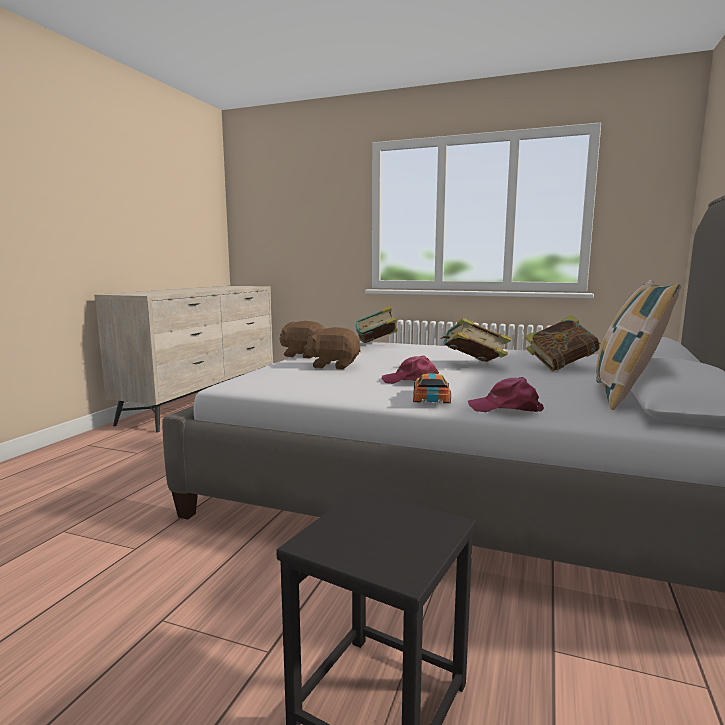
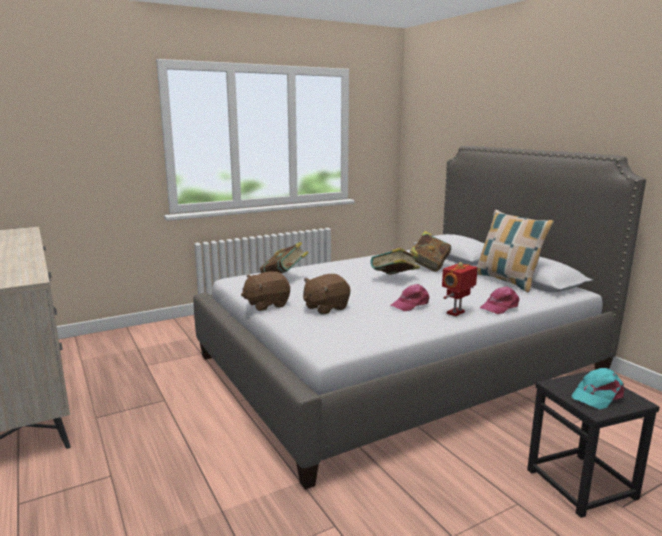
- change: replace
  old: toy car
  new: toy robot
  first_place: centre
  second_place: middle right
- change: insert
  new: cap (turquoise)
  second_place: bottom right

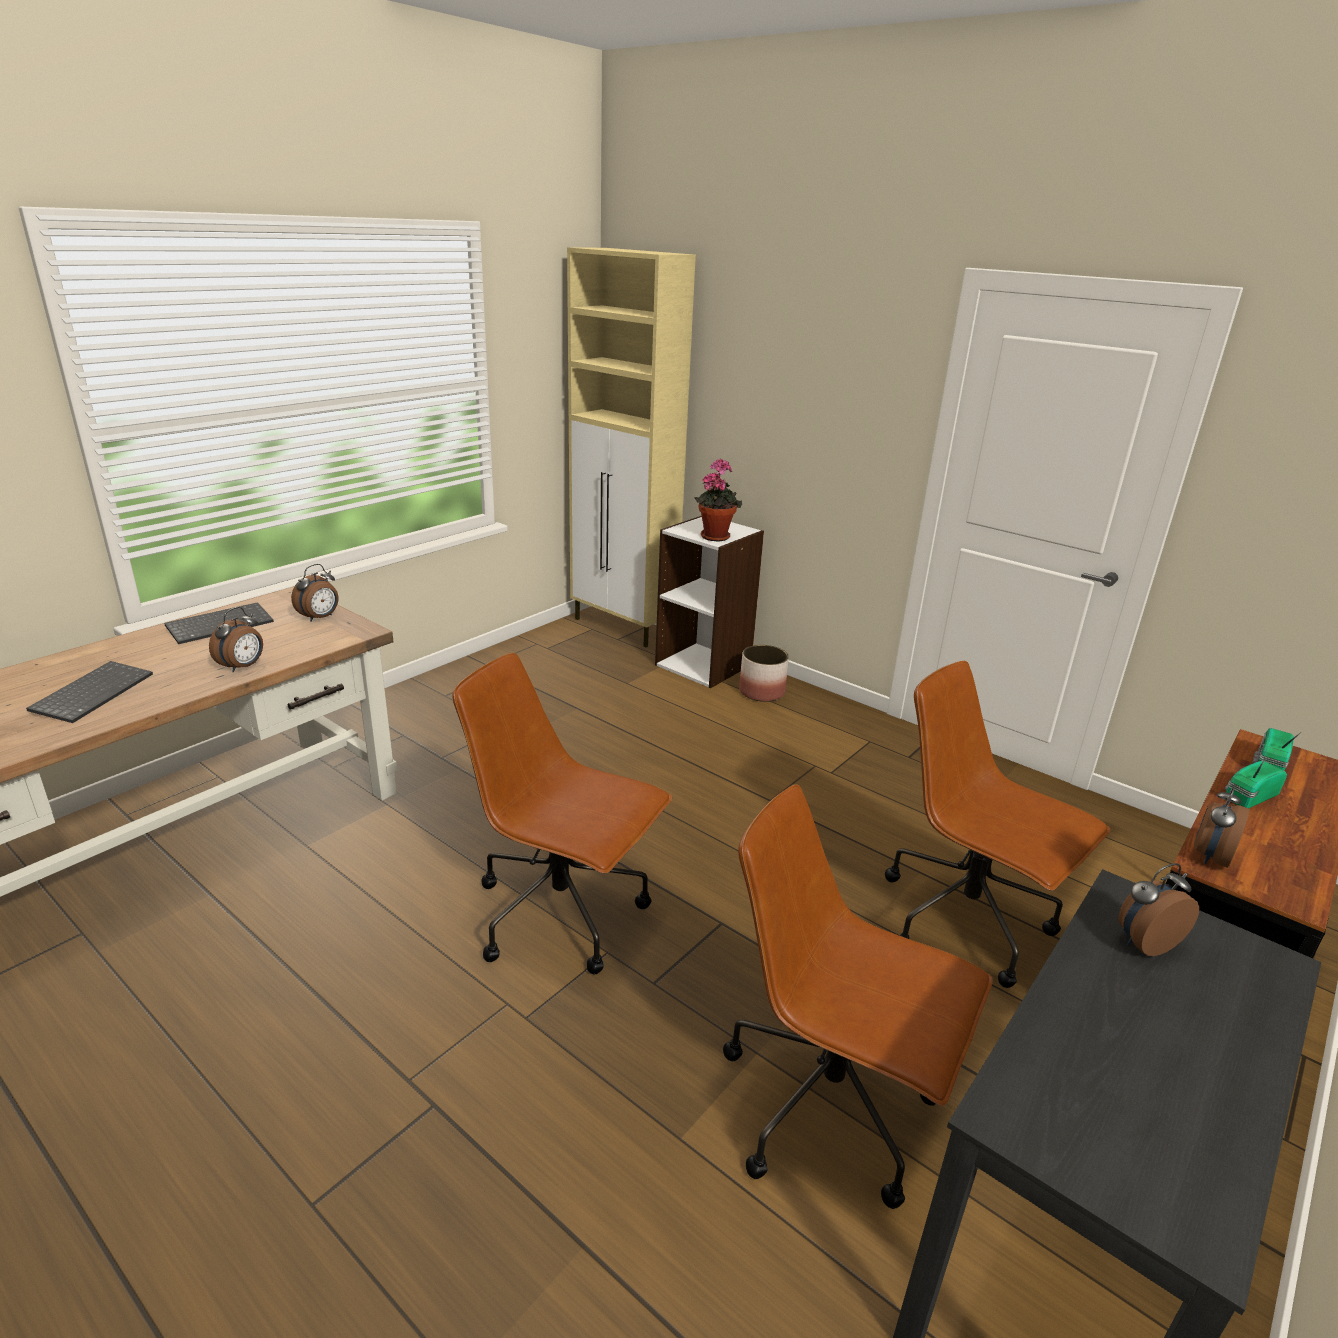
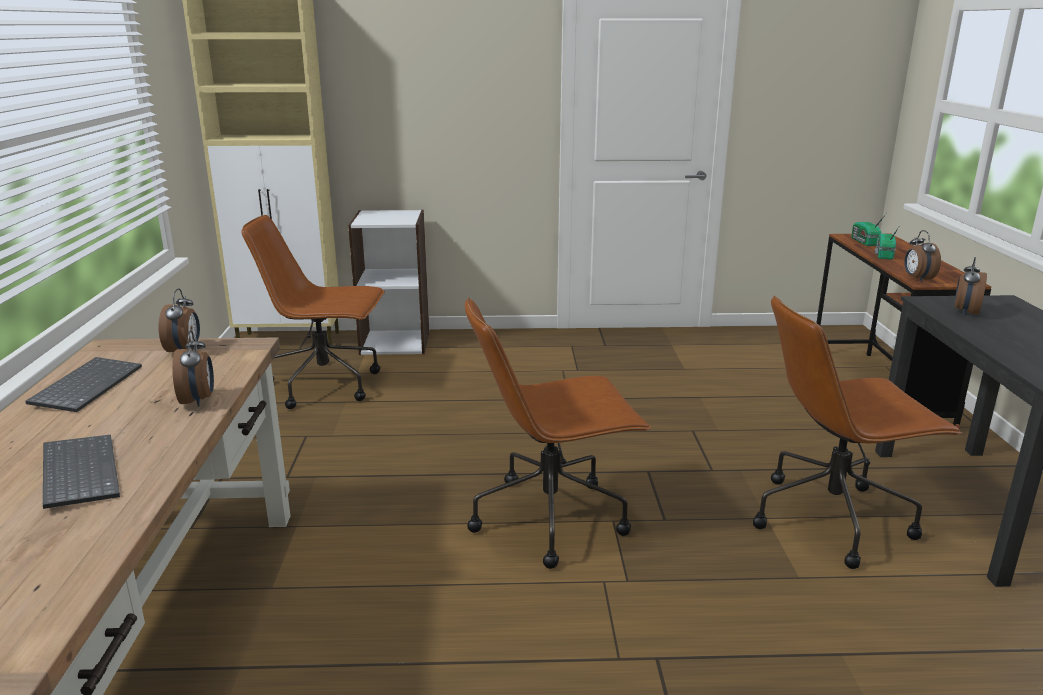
- change: move
  old: office chair (brown) (3rd from left in the first image)
  new: office chair (brown) (1st from left)
  first_place: middle right
  second_place: middle left
- change: delete
  old: potted plant
  first_place: centre
- change: delete
  old: planter
  first_place: centre

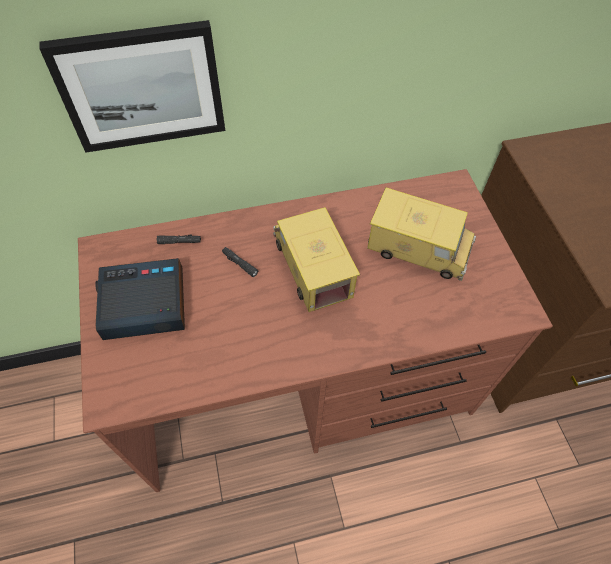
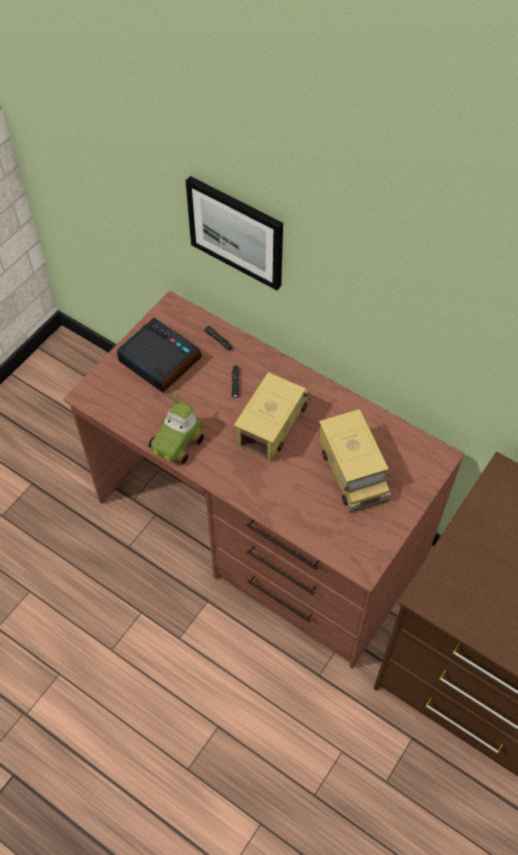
- change: insert
  new: toy car
  second_place: centre

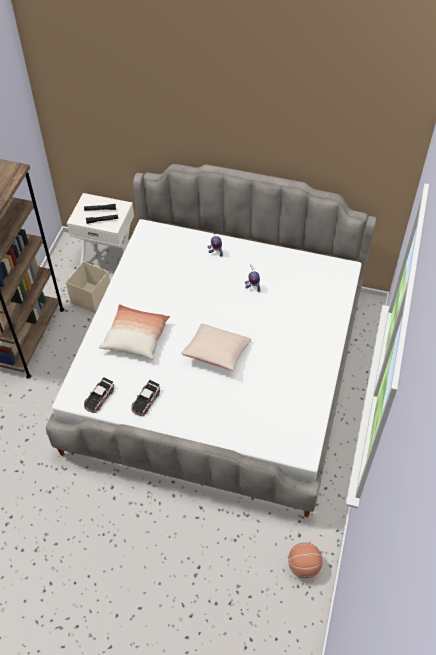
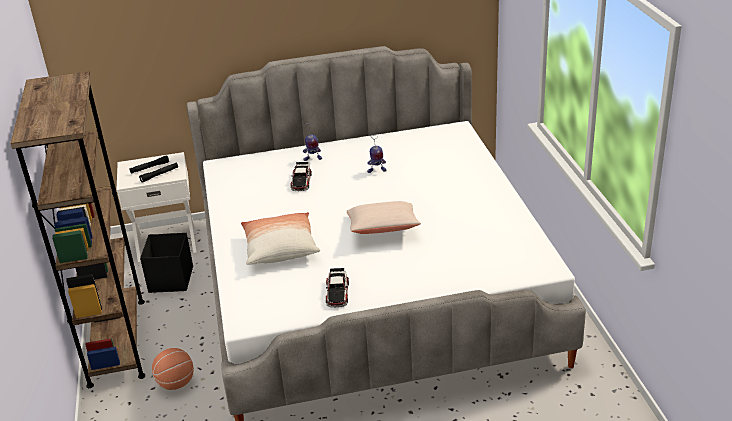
- change: recolor
  old: storage box (beige)
  new: storage box (black)
  first_place: middle left
  second_place: middle left
- change: move
  old: basketball
  first_place: bottom right
  second_place: bottom left
- change: move
  old: toy car (1st from left)
  first_place: middle left
  second_place: centre

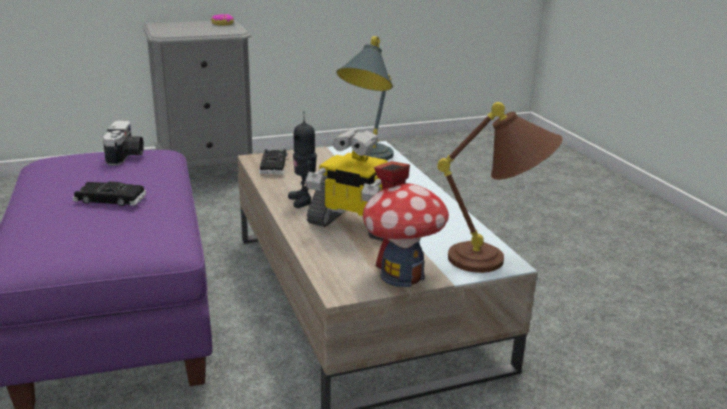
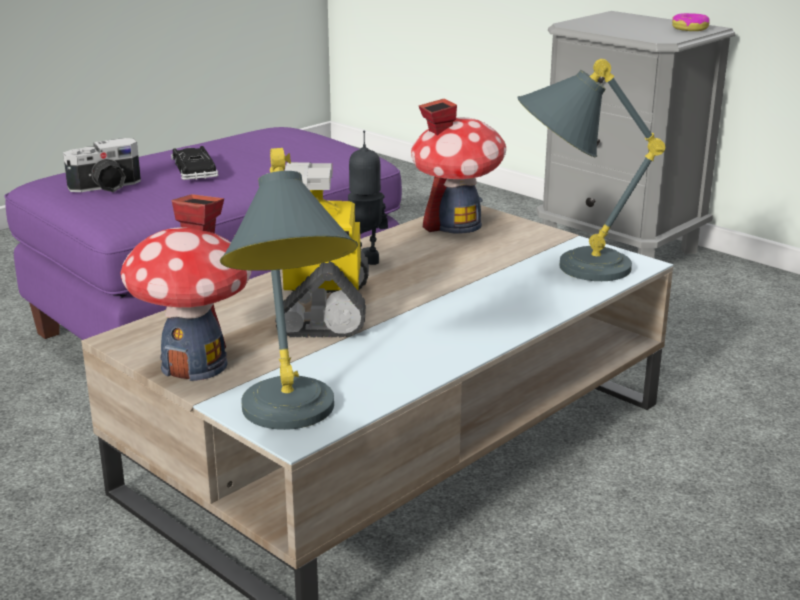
- change: move
  old: photo camera
  first_place: middle left
  second_place: top left
- change: recolor
  old: table lamp (brown)
  new: table lamp (grey) (1st from left)
  first_place: middle right
  second_place: centre
- change: replace
  old: toy car (black) (2nd from left)
  new: toy house (2nd from left)
  first_place: centre
  second_place: top centre

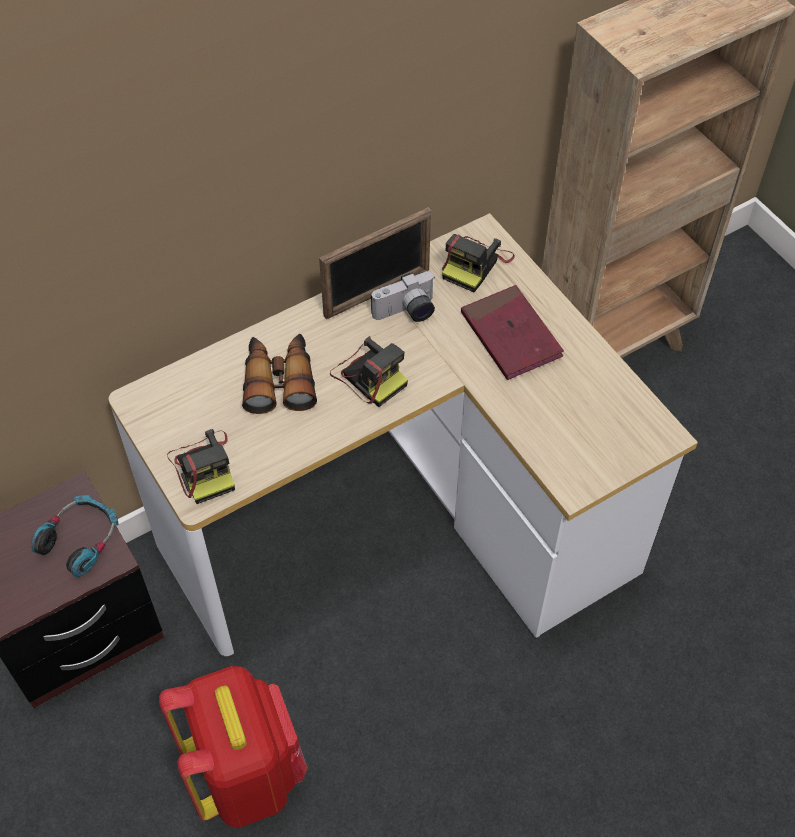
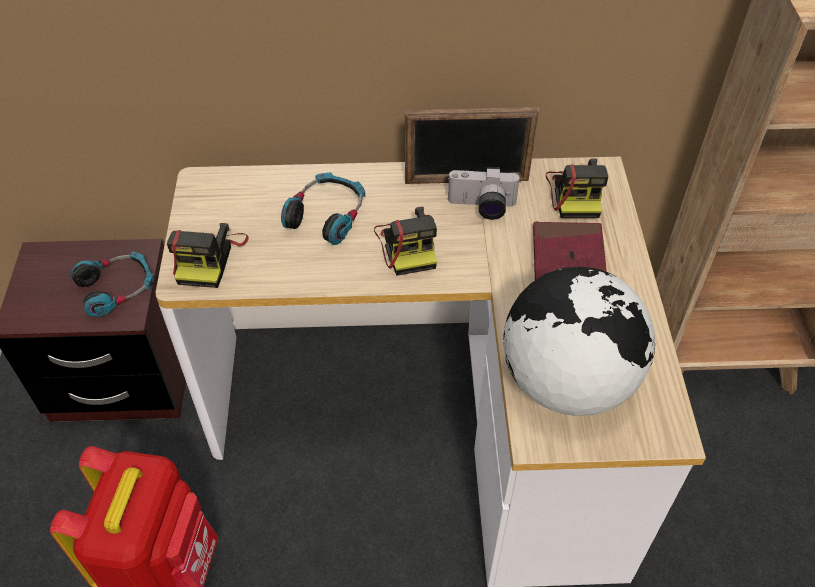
- change: replace
  old: binoculars
  new: headphones (2nd from left)
  first_place: centre
  second_place: centre
- change: insert
  new: globe
  second_place: middle right
- change: rotate
  old: photo camera (4th from left)
  first_place: top centre
  second_place: top right
  degrees: -60

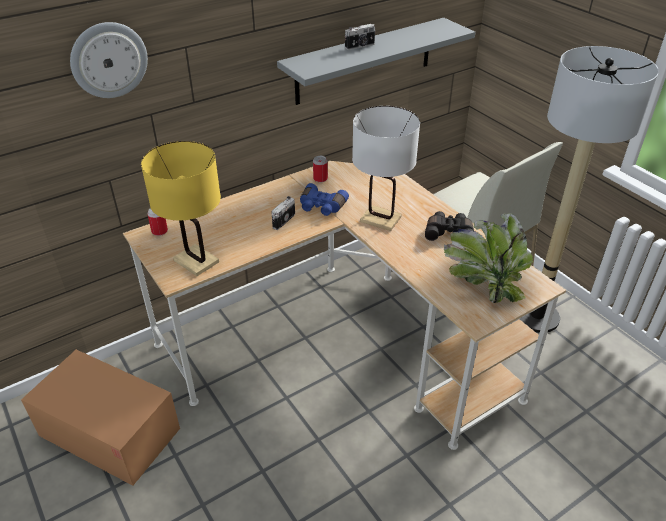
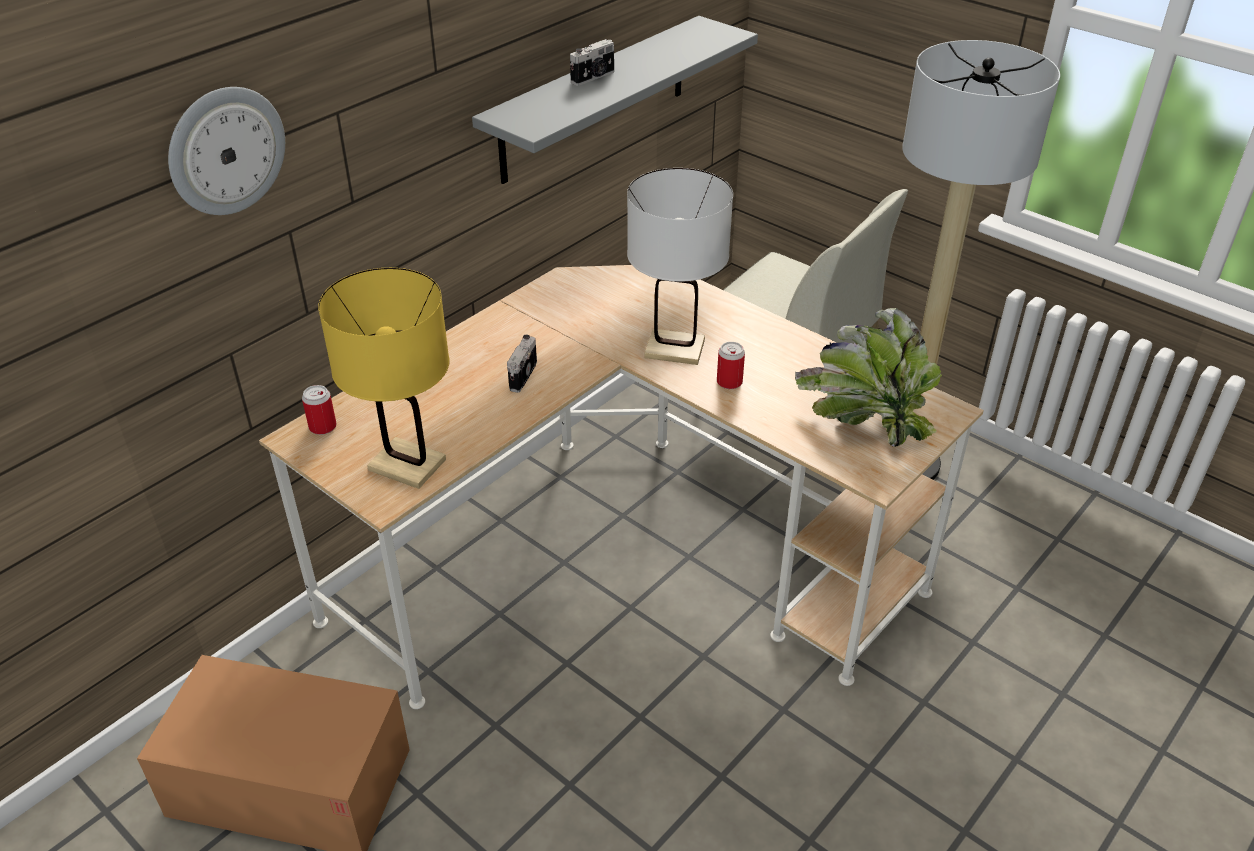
- change: move
  old: can (2nd from left)
  first_place: top centre
  second_place: centre
- change: delete
  old: binoculars (blue)
  first_place: centre
- change: delete
  old: binoculars (black)
  first_place: middle right

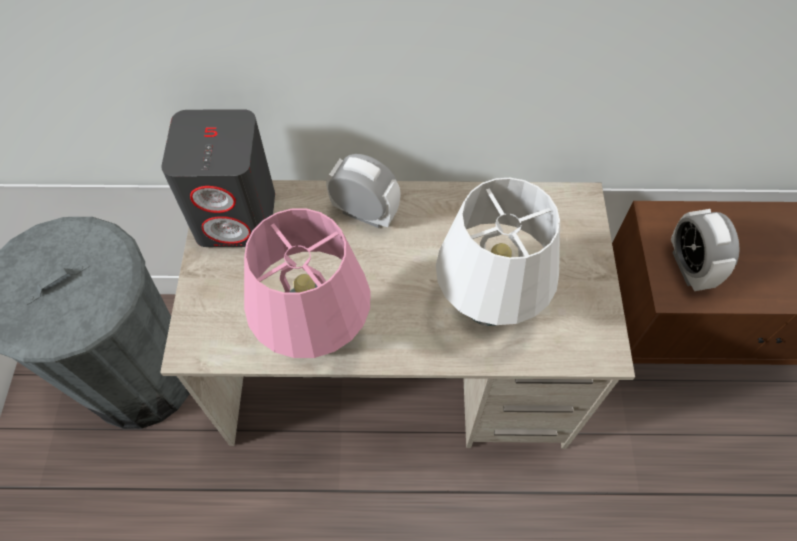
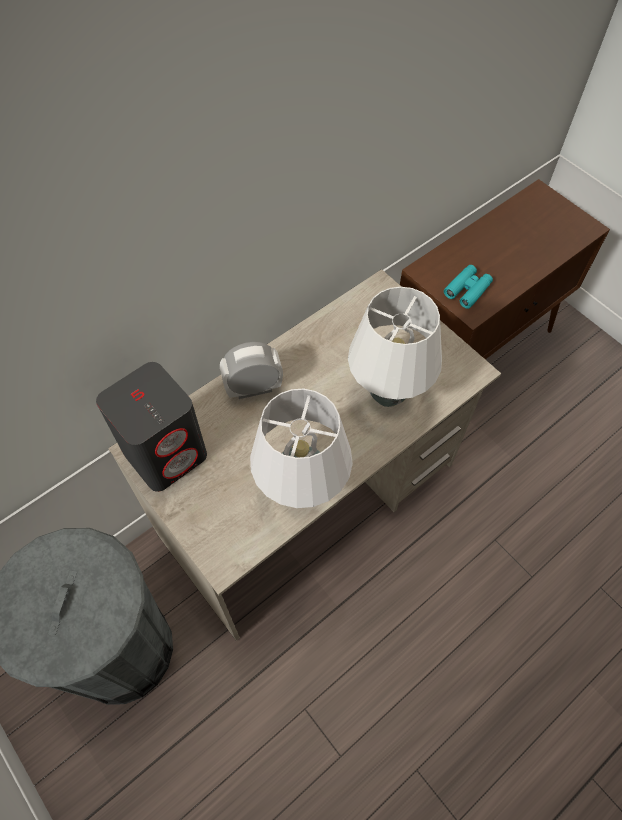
- change: recolor
  old: table lamp (pink)
  new: table lamp (white) (1st from left)
  first_place: centre
  second_place: centre
- change: replace
  old: alarm clock (2nd from left)
  new: binoculars (turquoise)
  first_place: middle right
  second_place: middle right

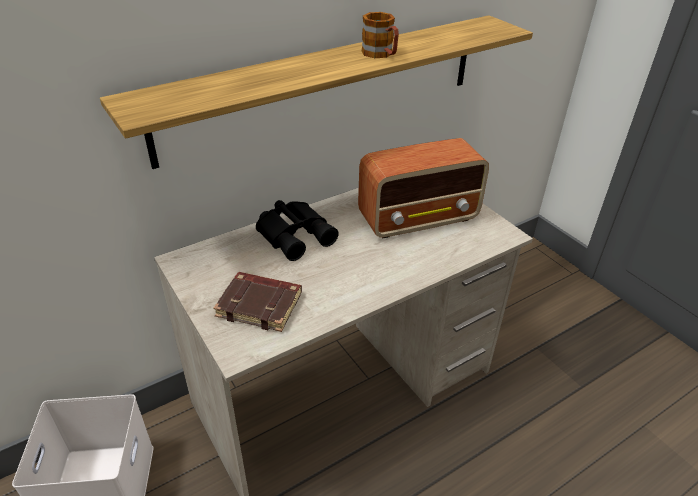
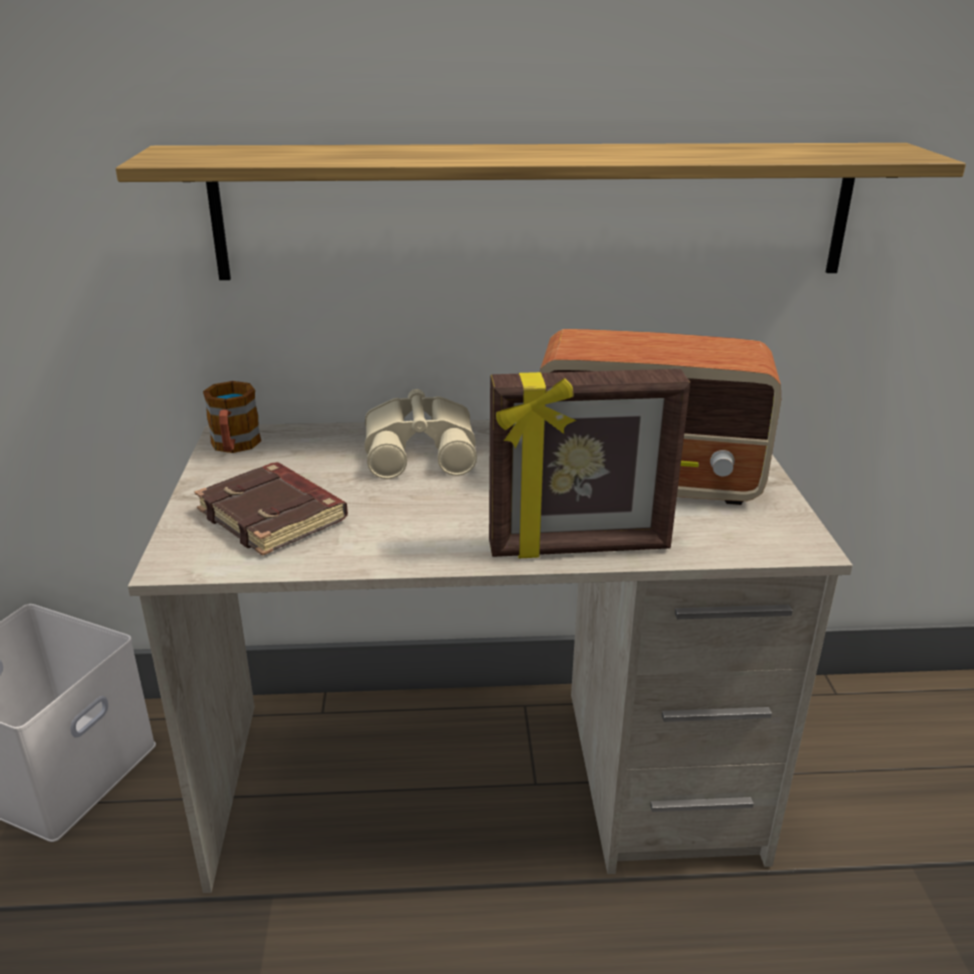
- change: move
  old: mug
  first_place: top centre
  second_place: middle left
- change: recolor
  old: binoculars (black)
  new: binoculars (beige)
  first_place: centre
  second_place: centre
- change: insert
  new: picture frame
  second_place: centre

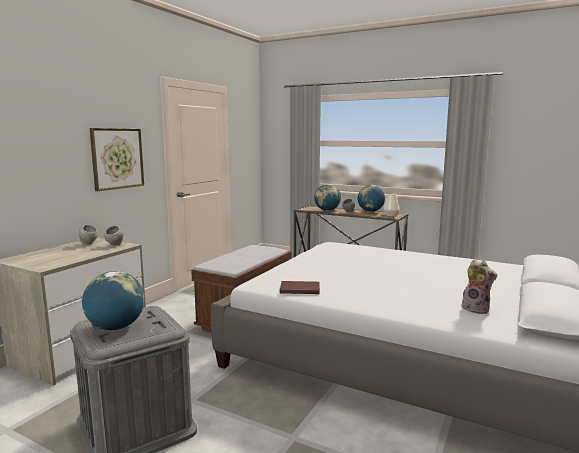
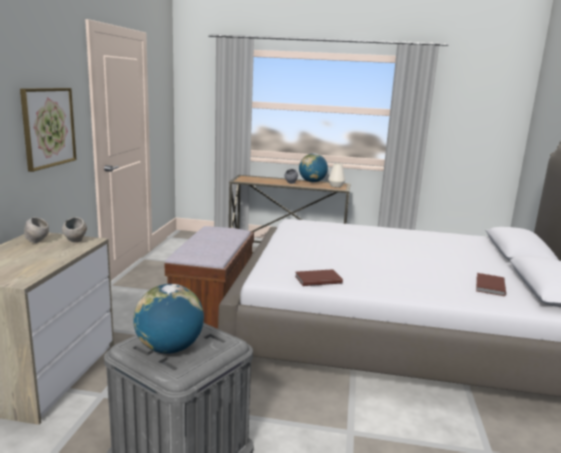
- change: replace
  old: plush toy
  new: book (brown) (2nd from left)
  first_place: middle right
  second_place: middle right
- change: delete
  old: globe (2nd from left)
  first_place: centre

